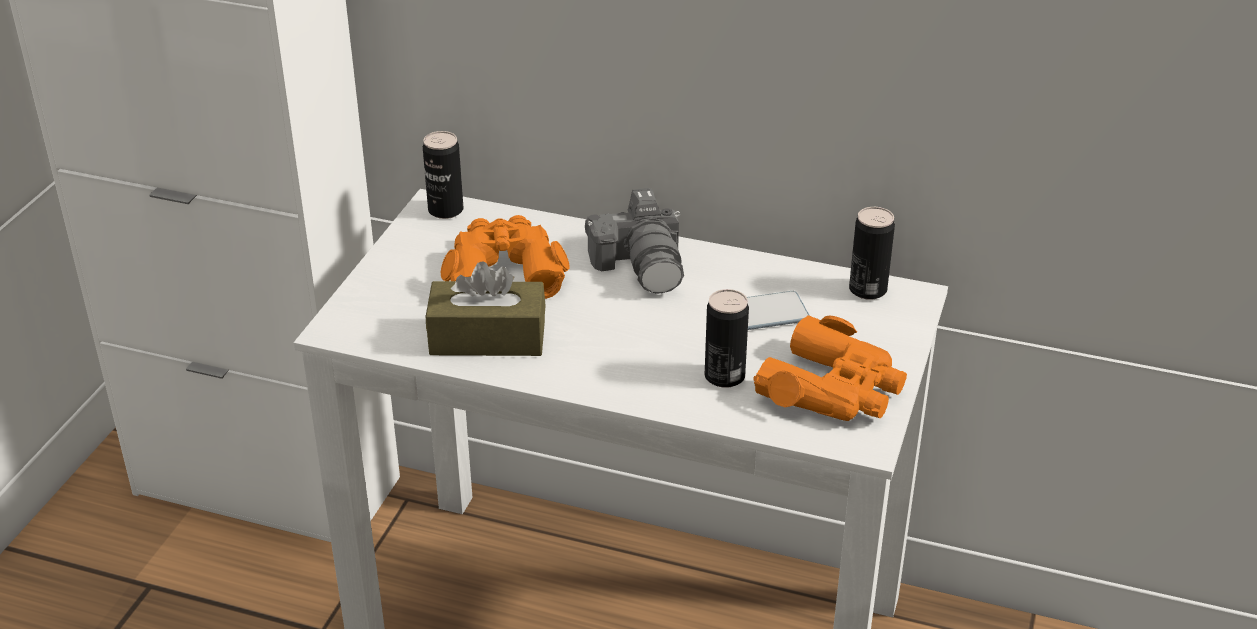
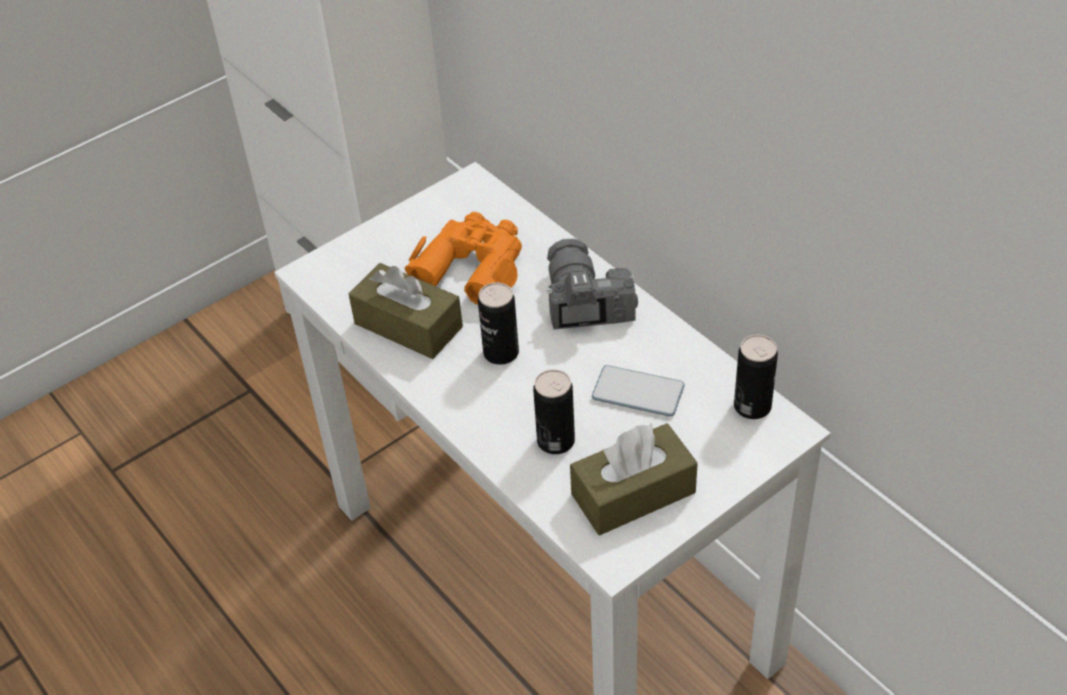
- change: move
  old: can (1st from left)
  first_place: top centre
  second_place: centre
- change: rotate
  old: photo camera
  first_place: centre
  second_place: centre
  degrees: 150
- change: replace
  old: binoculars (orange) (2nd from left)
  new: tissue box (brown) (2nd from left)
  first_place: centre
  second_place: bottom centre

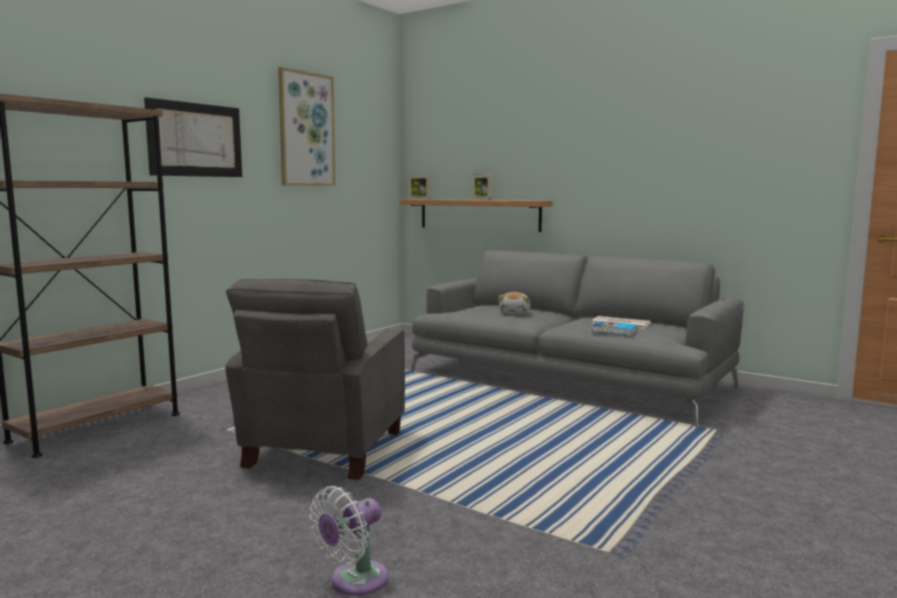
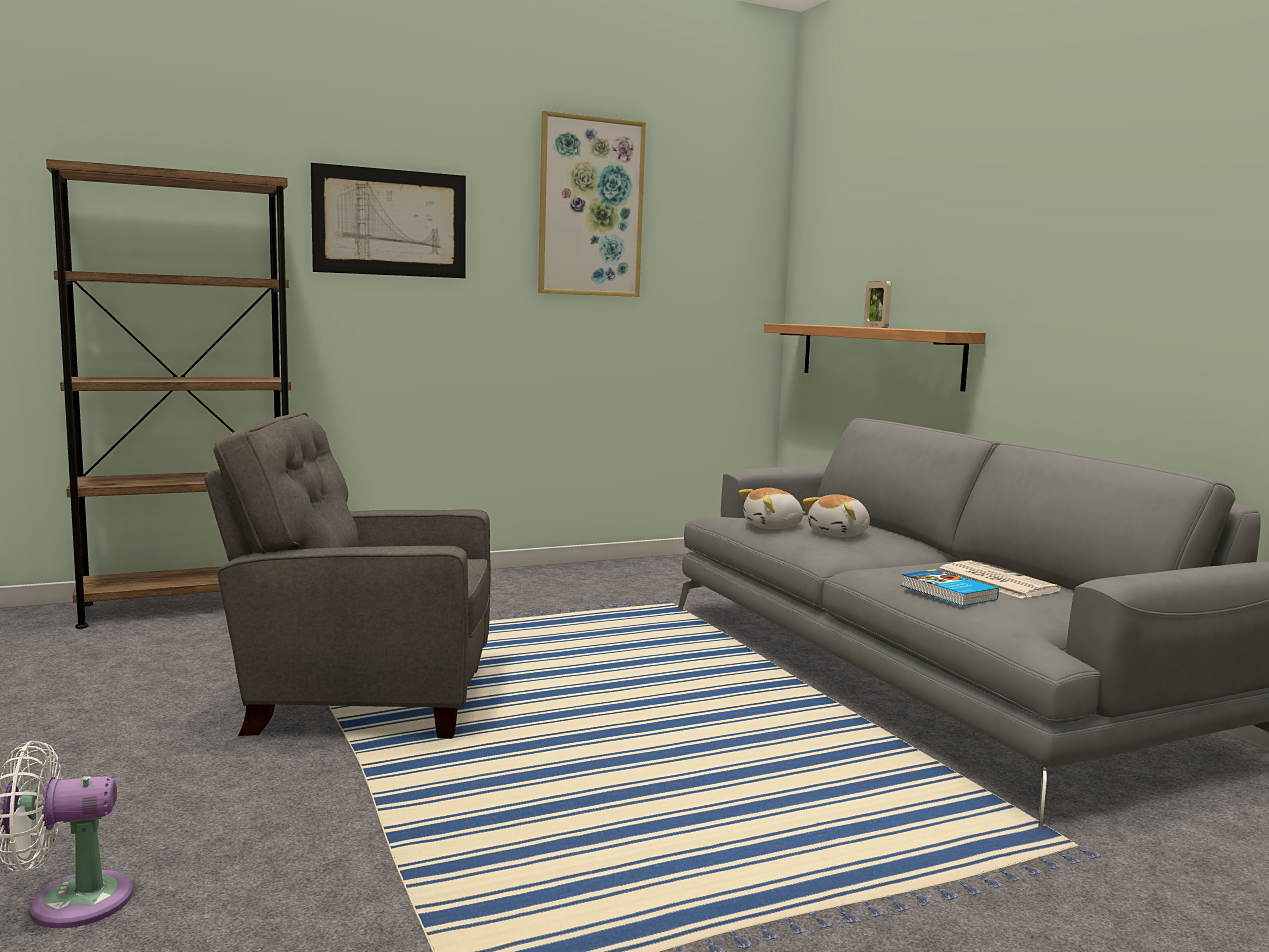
- change: rotate
  old: armchair (grey)
  first_place: centre
  second_place: middle left
  degrees: 45
- change: insert
  new: plush toy (1st from left)
  second_place: centre
- change: delete
  old: picture frame (1st from left)
  first_place: top centre

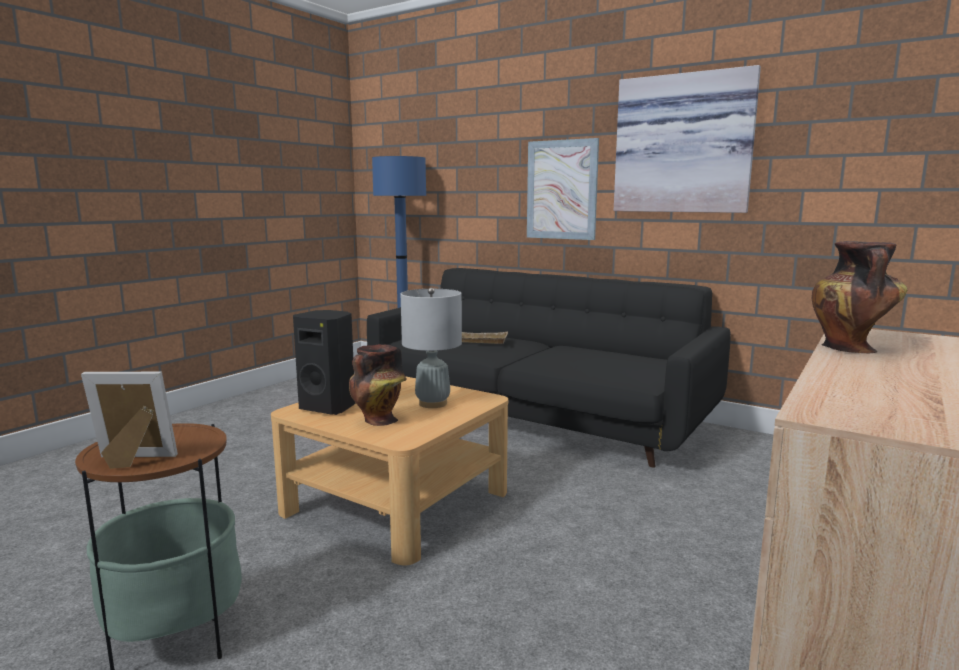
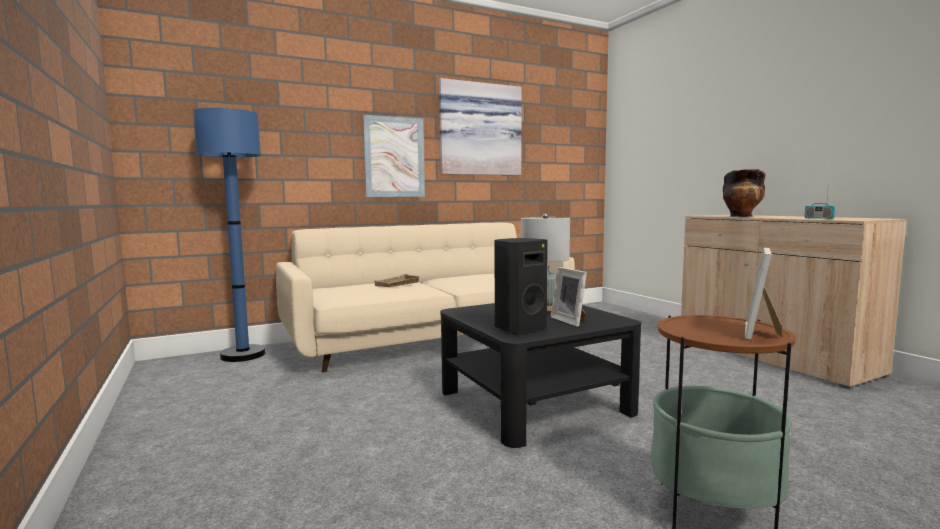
- change: recolor
  old: sofa (black)
  new: sofa (beige)
  first_place: centre
  second_place: centre
- change: recolor
  old: coffee table (beige)
  new: coffee table (black)
  first_place: bottom centre
  second_place: bottom centre
- change: replace
  old: vase (1st from left)
  new: picture frame (1st from left)
  first_place: centre
  second_place: centre
- change: insert
  new: radio
  second_place: middle right

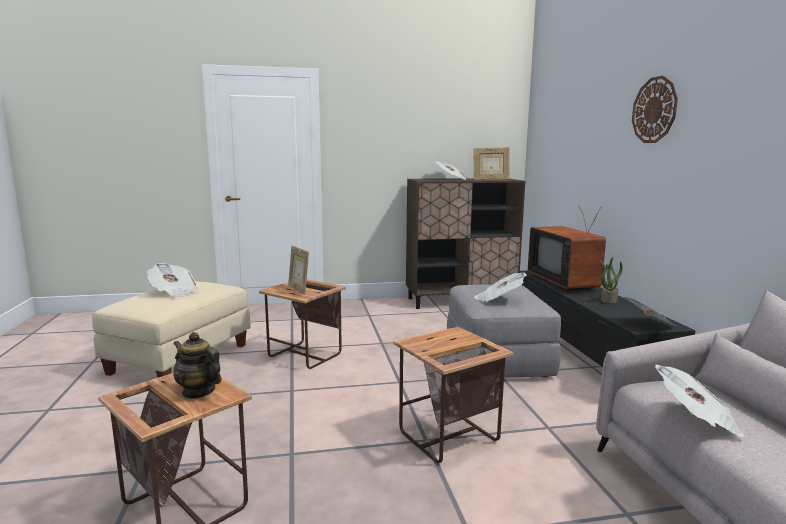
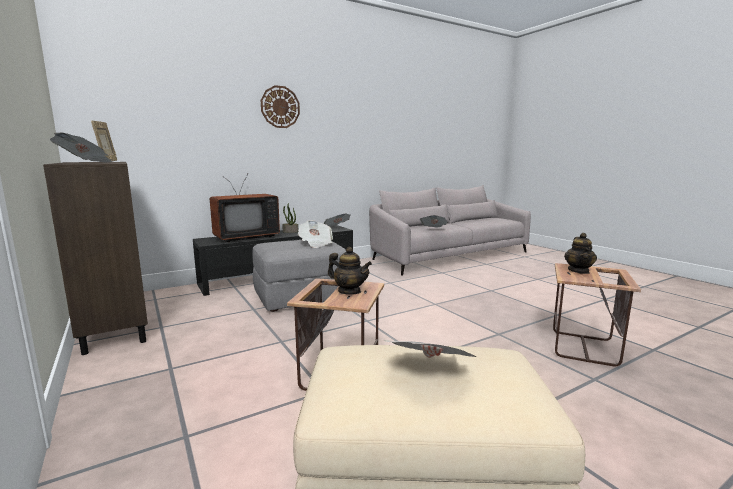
- change: replace
  old: picture frame (1st from left)
  new: teapot (1st from left)
  first_place: centre
  second_place: centre
- change: delete
  old: side table (3rd from left)
  first_place: bottom centre

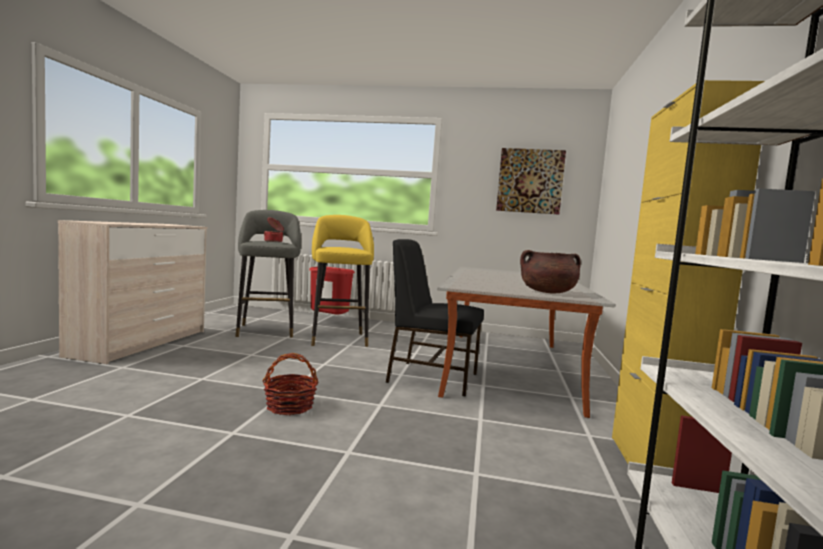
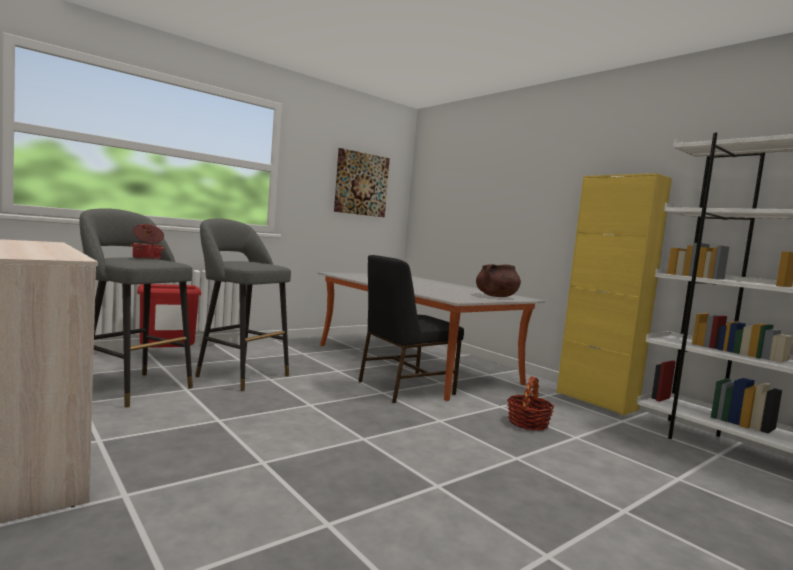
- change: recolor
  old: stool (yellow)
  new: stool (grey) (2nd from left)
  first_place: centre
  second_place: middle left
- change: move
  old: basket
  first_place: bottom centre
  second_place: bottom right

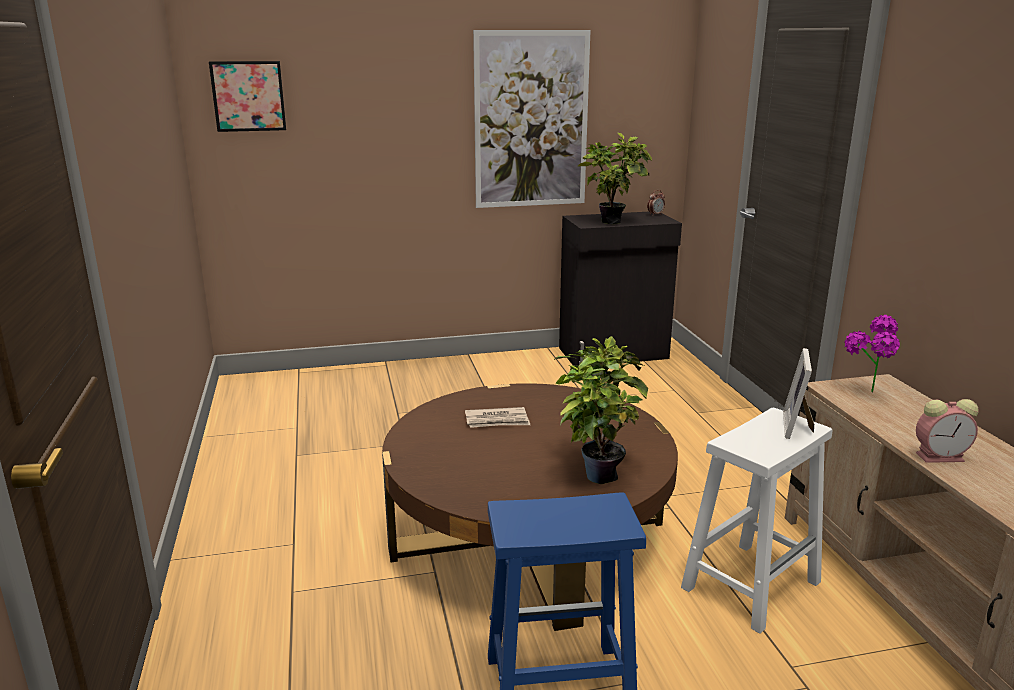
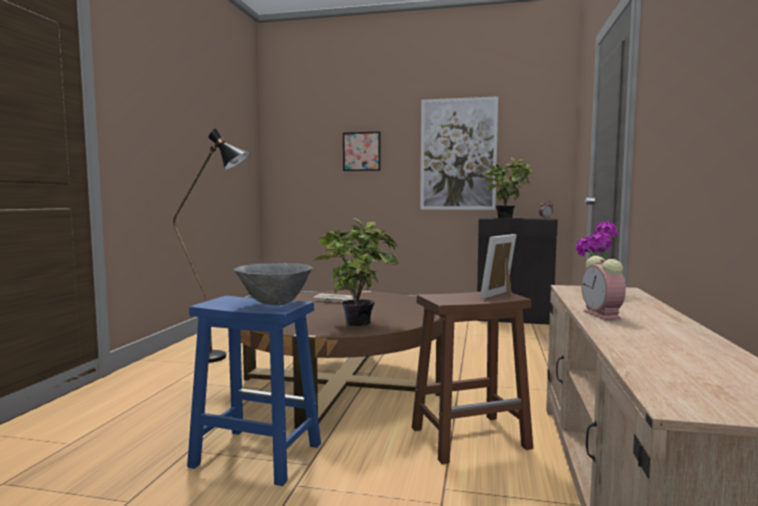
- change: insert
  new: floor lamp (black)
  second_place: middle left
- change: insert
  new: bowl (grey)
  second_place: centre
- change: move
  old: picture (1st from left)
  first_place: top left
  second_place: top centre
- change: recolor
  old: stool (white)
  new: stool (brown)
  first_place: bottom right
  second_place: bottom centre
- change: rotate
  old: alarm clock (2nd from left)
  first_place: middle right
  second_place: middle right
  degrees: 60

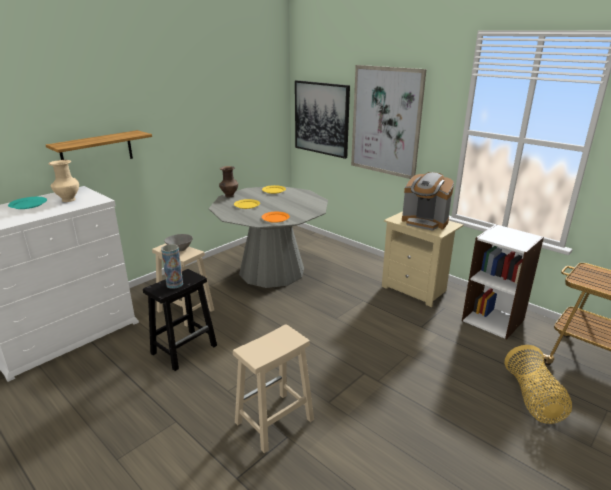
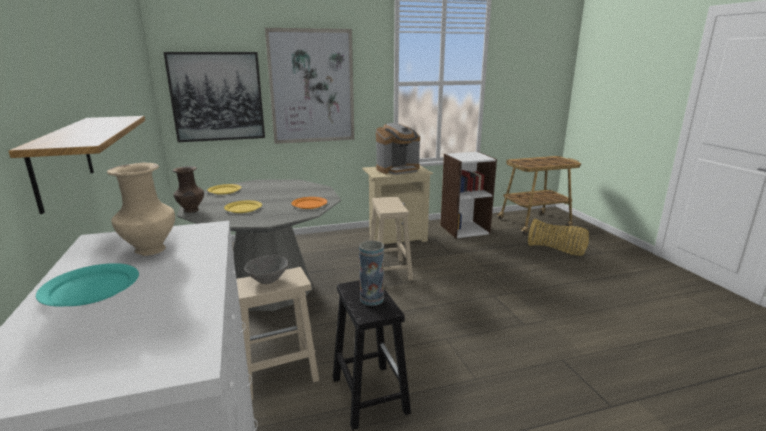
- change: move
  old: stool (beige) (2nd from left)
  first_place: bottom centre
  second_place: centre

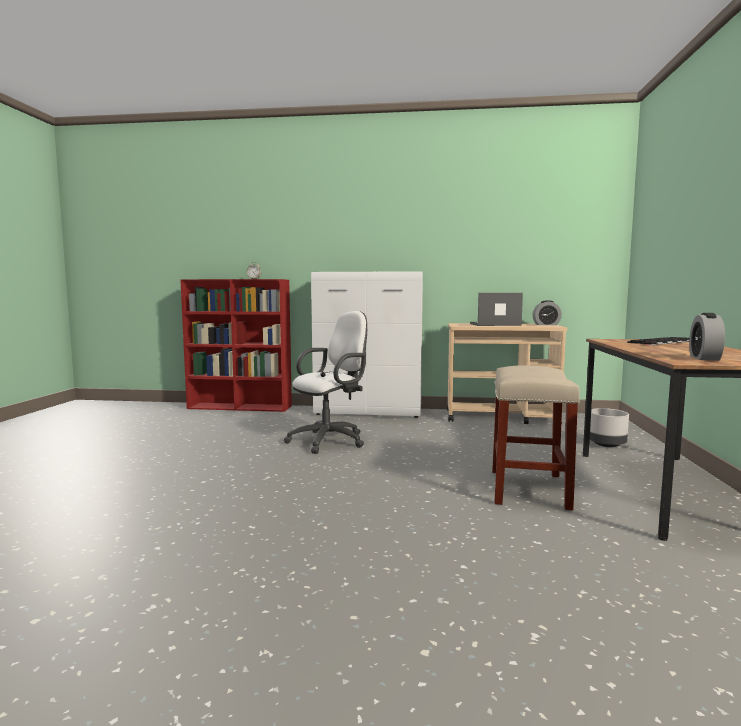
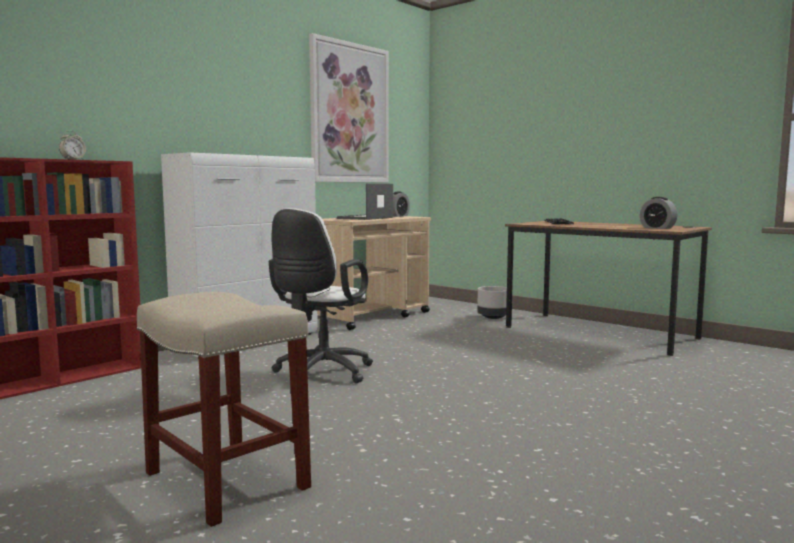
- change: move
  old: stool (beige)
  first_place: middle right
  second_place: bottom left
- change: rotate
  old: office chair (white)
  first_place: centre
  second_place: centre
  degrees: -150
- change: insert
  new: picture
  second_place: top centre

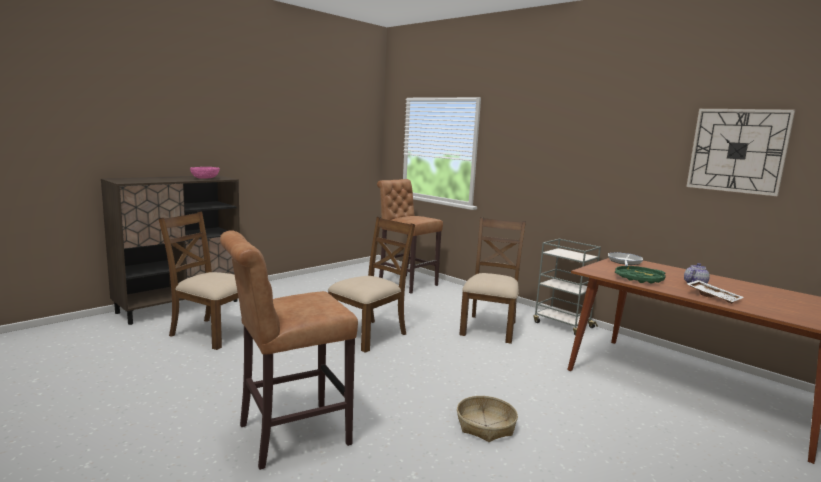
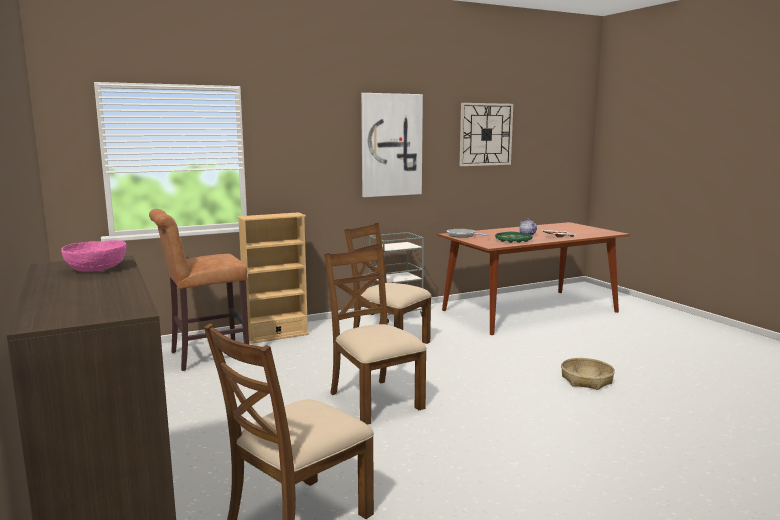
- change: insert
  new: bookcase (beige)
  second_place: centre
- change: insert
  new: picture
  second_place: top centre
- change: delete
  old: stool (brown) (1st from left)
  first_place: bottom centre

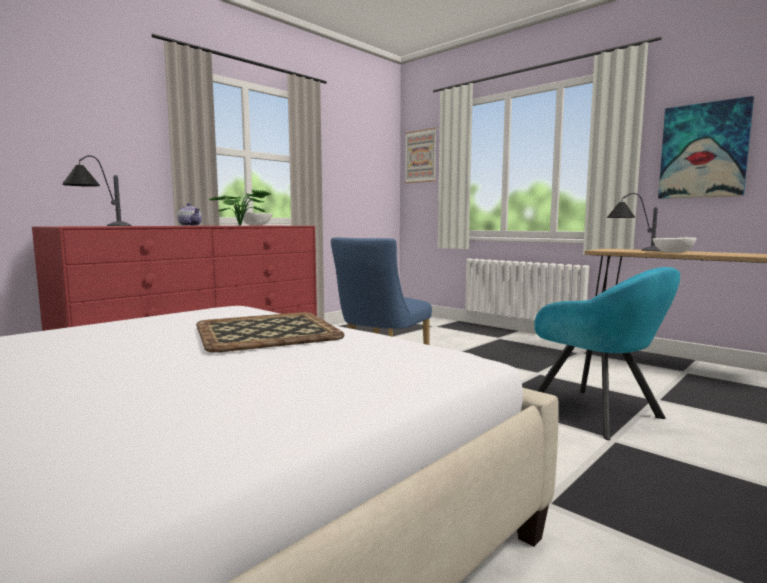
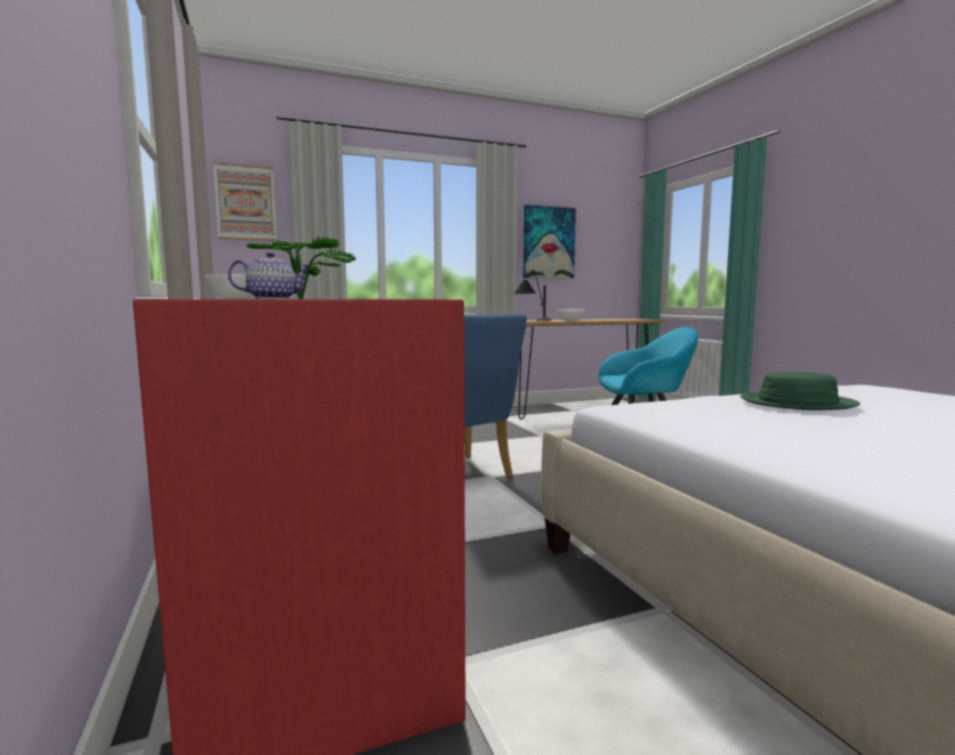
- change: replace
  old: tray
  new: hat (green)
  first_place: centre
  second_place: middle right
- change: delete
  old: table lamp (1st from left)
  first_place: top left

